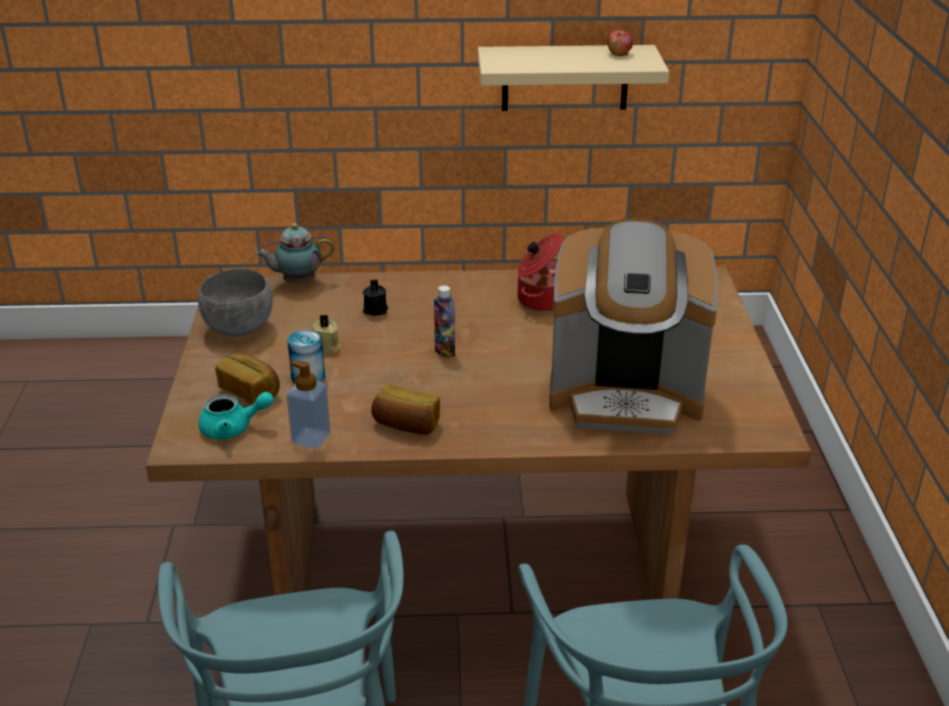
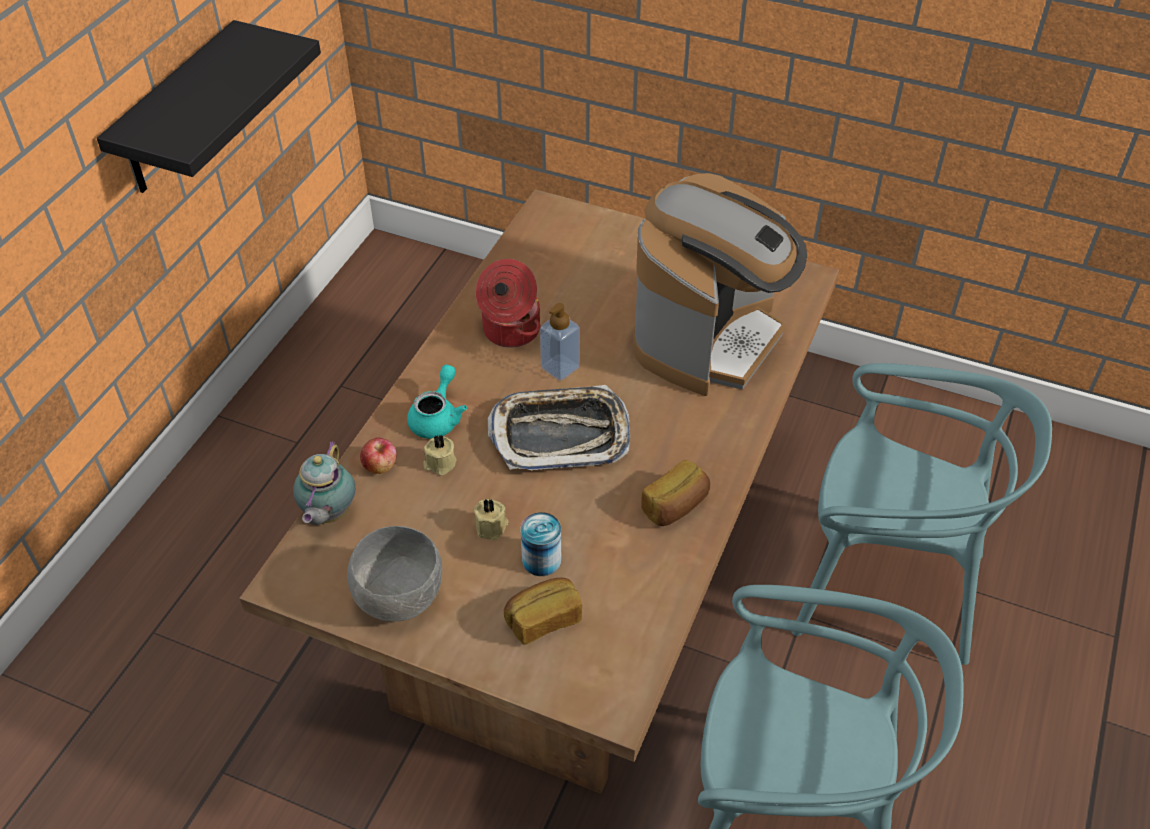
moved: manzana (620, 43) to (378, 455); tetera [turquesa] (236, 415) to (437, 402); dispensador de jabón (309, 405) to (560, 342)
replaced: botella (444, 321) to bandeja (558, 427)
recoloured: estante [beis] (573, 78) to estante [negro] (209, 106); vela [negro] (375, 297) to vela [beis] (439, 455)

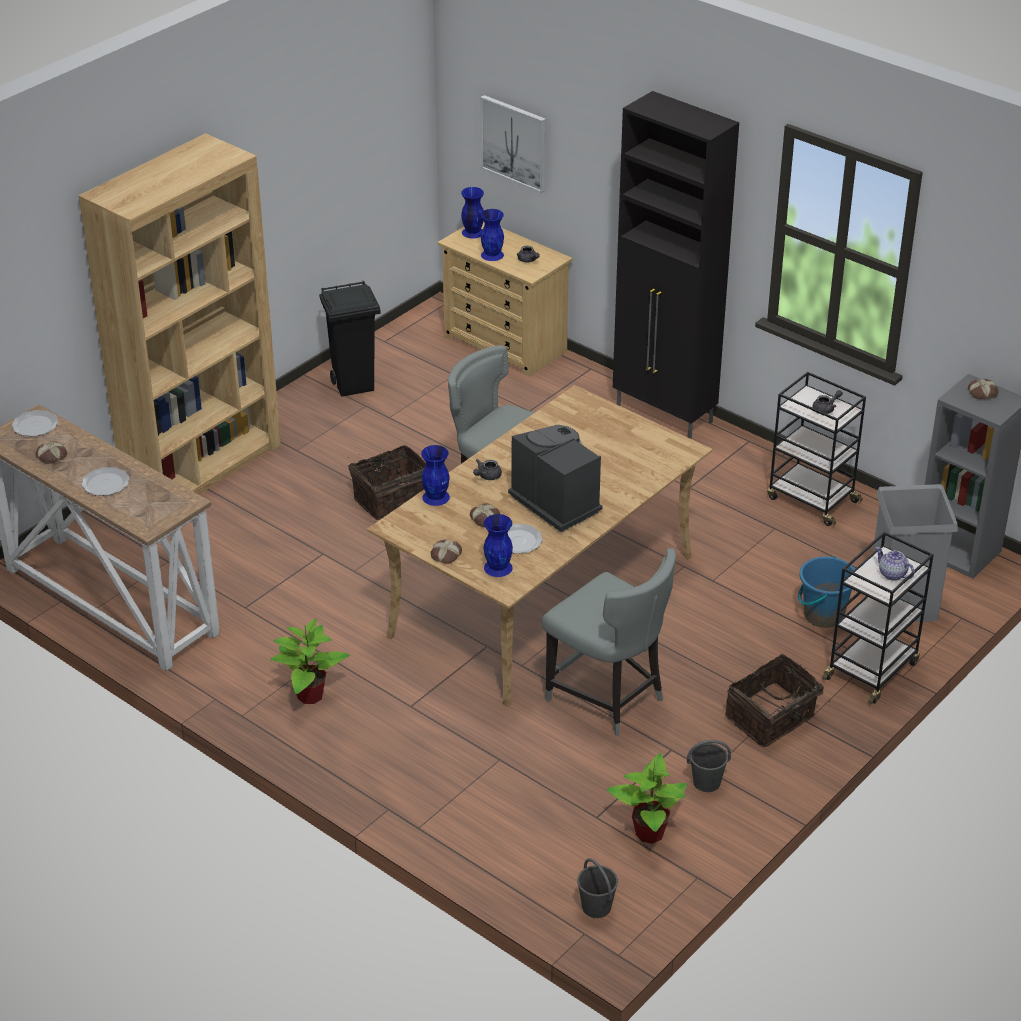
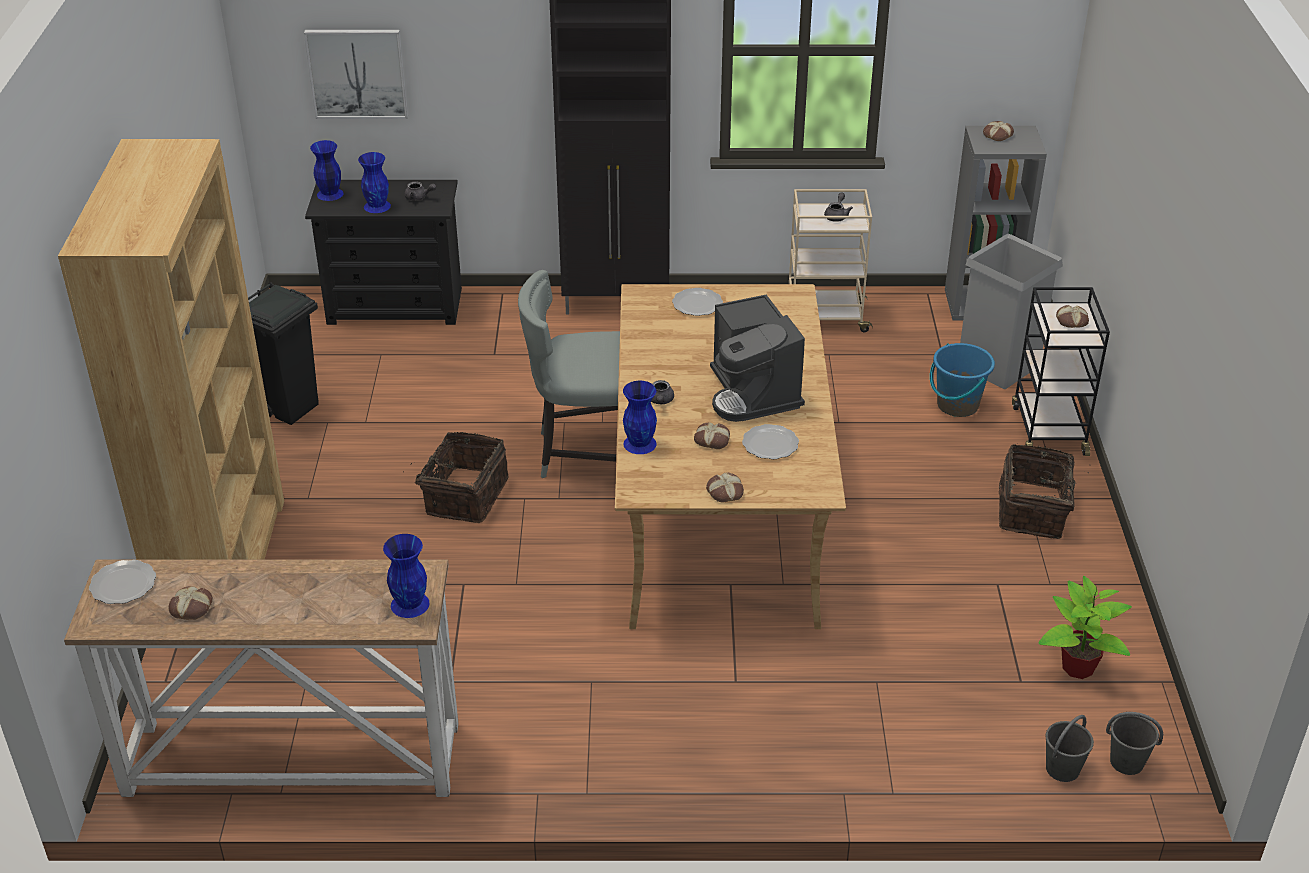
removed: planta en maceta (310, 661); silla [gris] (609, 642)
moved: florero [azul] (498, 545) to (406, 576); plato (105, 481) to (697, 302); cubo [gris] (709, 766) to (1069, 748)
replaced: tetera (895, 563) to pan (1072, 316)
recoloured: cómoda [beis] (505, 299) to cómoda [negro] (383, 252); carrito [negro] (816, 449) to carrito [beis] (831, 260)
turned: cafetera (555, 478) = (757, 358) 120 degrees counterclockwise

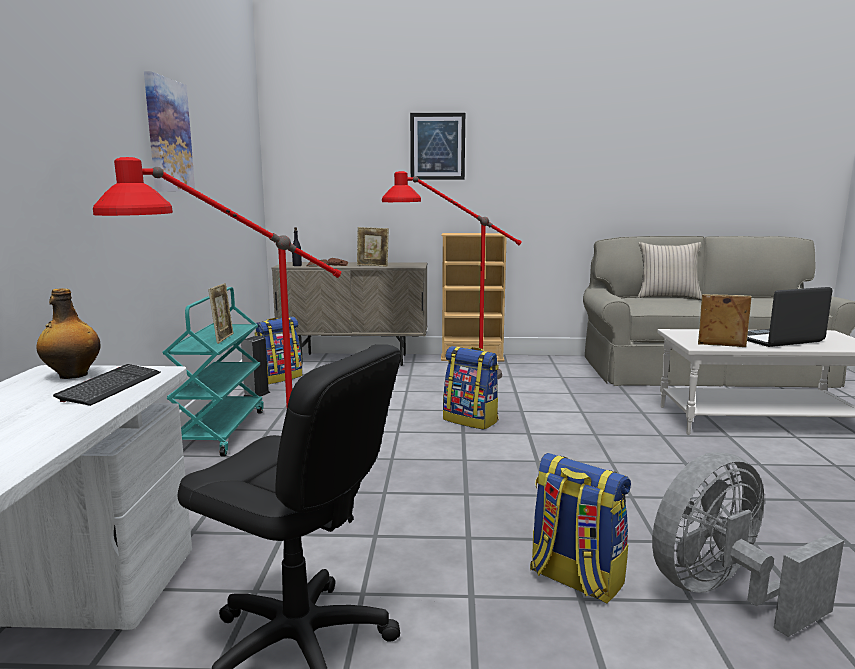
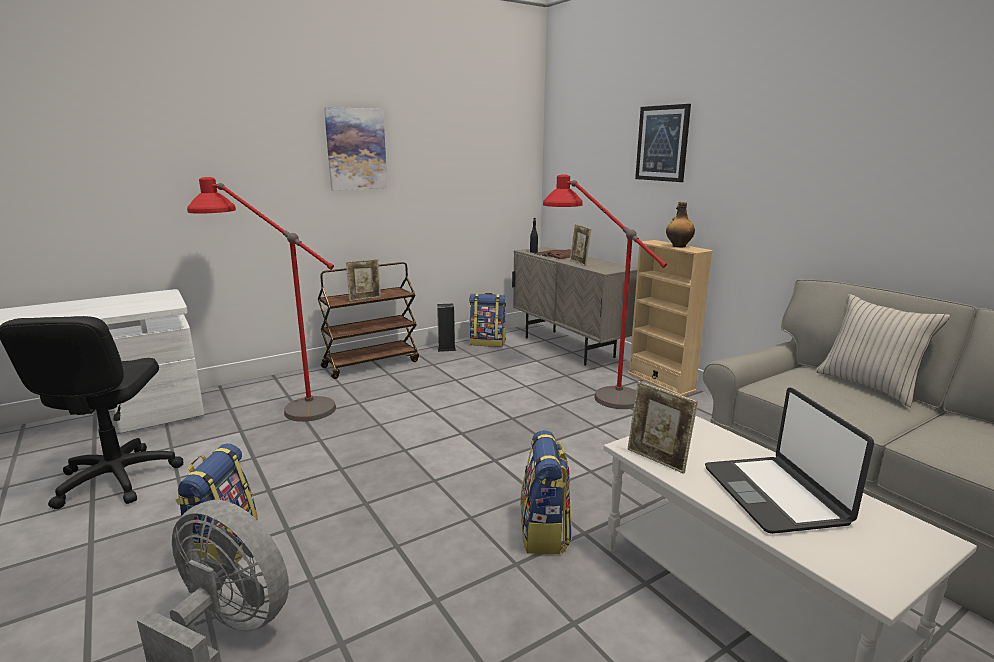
removed: teclado (107, 385)
moved: mochila (471, 388) to (546, 492); botella (68, 333) to (680, 224)
recoloured: carrito [turquesa] (213, 372) to carrito [marrón] (368, 320)
turned: portarretratos (725, 320) = (663, 427) 150 degrees clockwise; portátil (789, 317) = (789, 461) 135 degrees counterclockwise

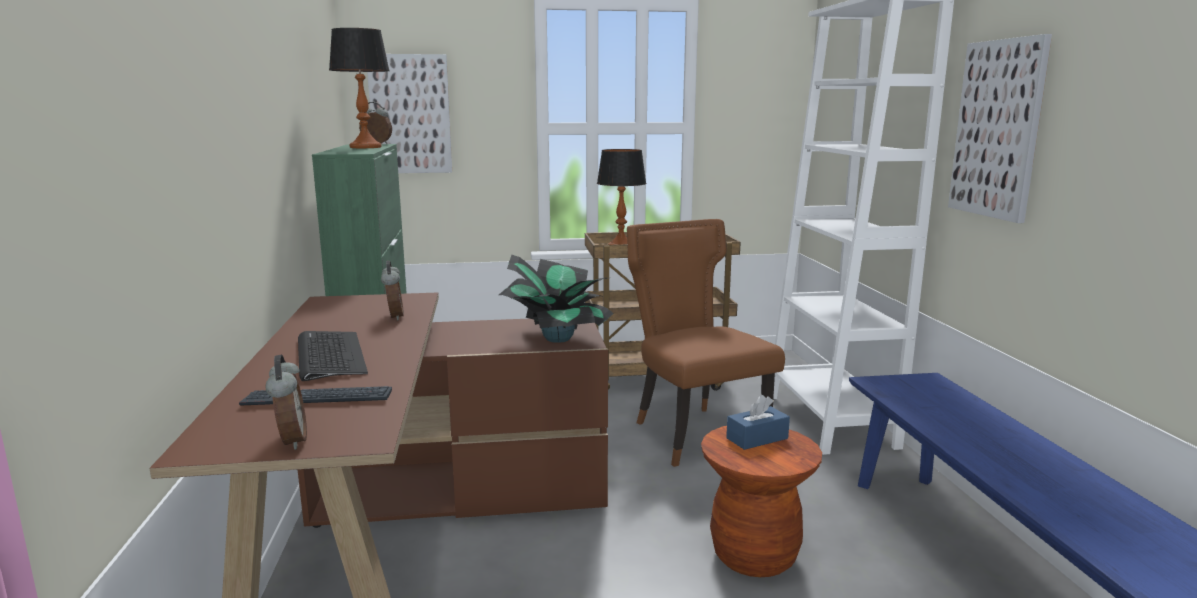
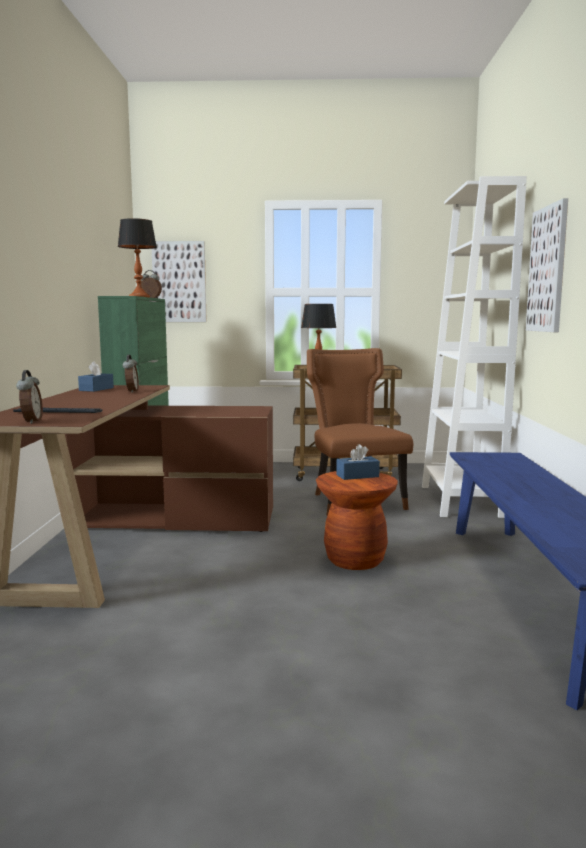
removed: teclado (333, 356); planta en maceta (556, 299)
added: caja de pañuelos [azul] (96, 376)

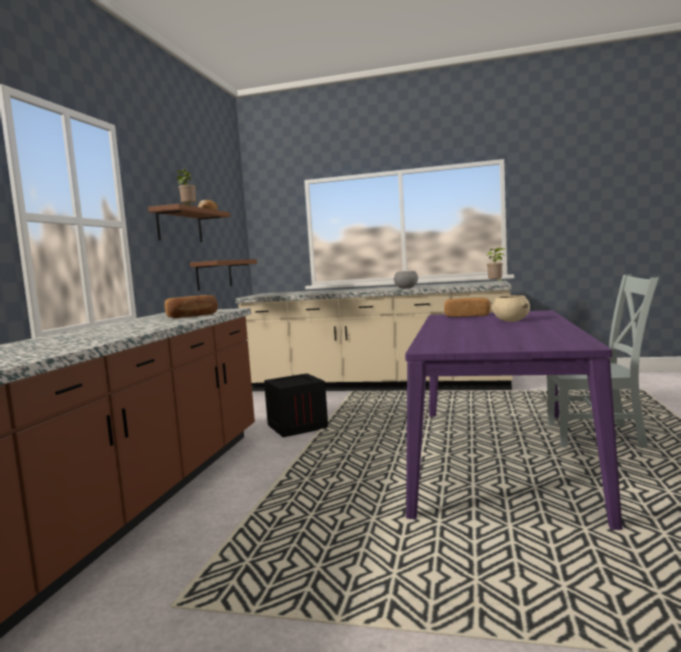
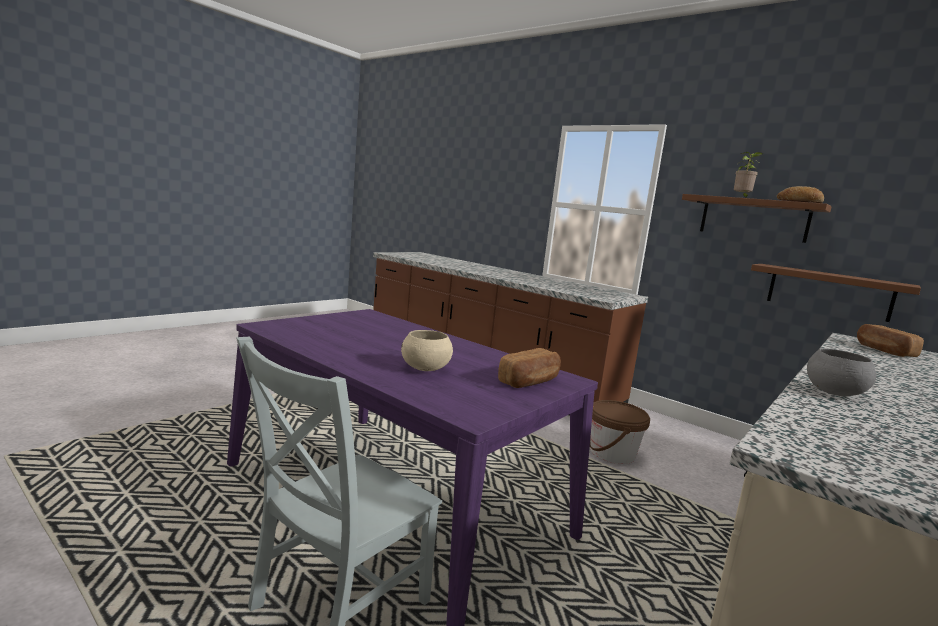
removed: planta en maceta (496, 265)
moved: pan (191, 306) to (890, 340)
replaced: caja de embalaje (296, 405) to cubo [marrón] (620, 432)

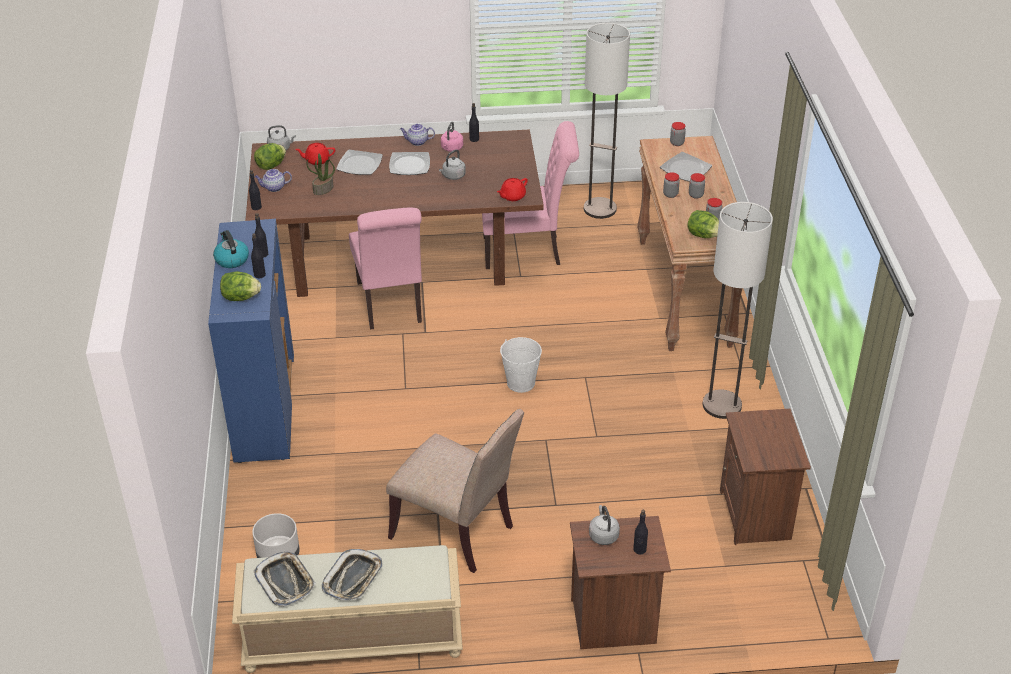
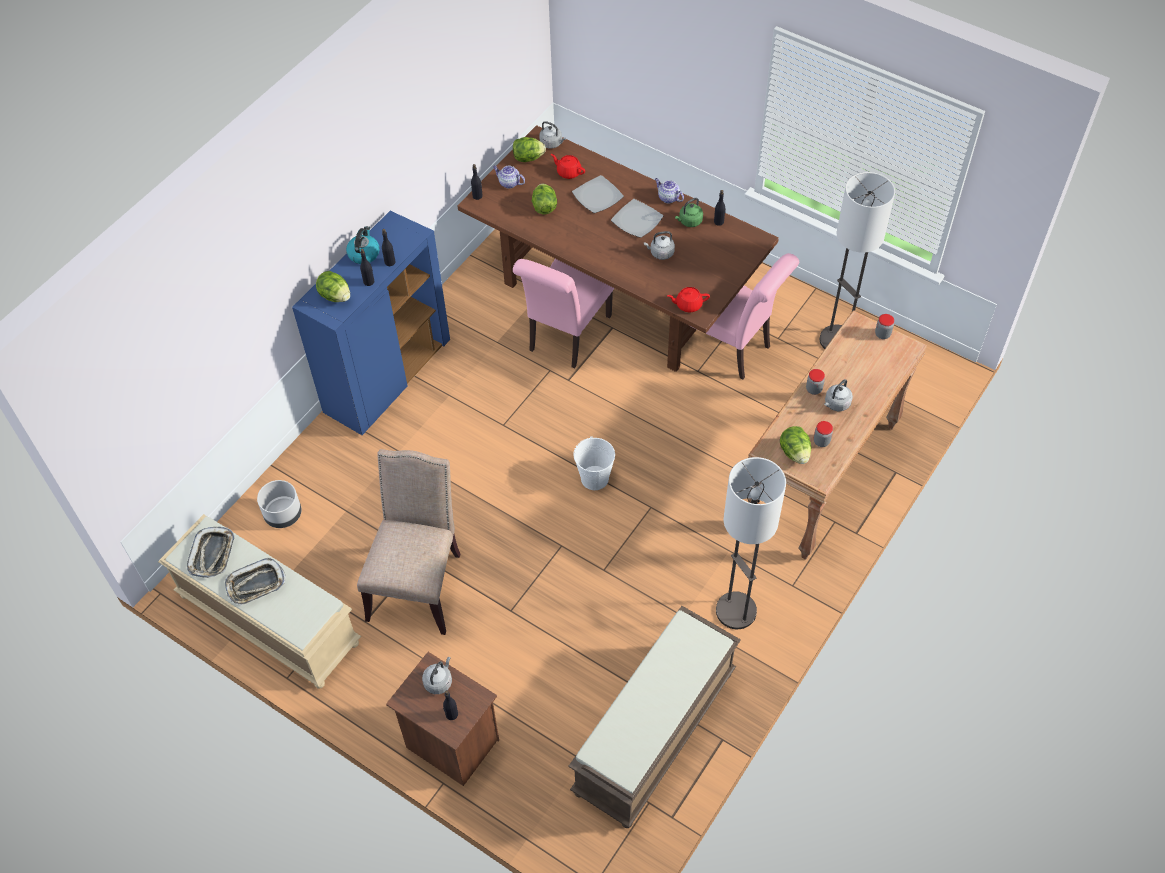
removed: plato (686, 167)
replaced: planta en maceta (320, 174) to lechuga (544, 199); mesita de noche [marrón] (765, 477) to banco [marrón] (654, 717); tarro (697, 186) to hervidor [gris] (838, 395)
recoloured: hervidor [rosa] (452, 137) to hervidor [verde] (689, 212)
turned: silla [beis] (455, 491) = (409, 542) 150 degrees counterclockwise

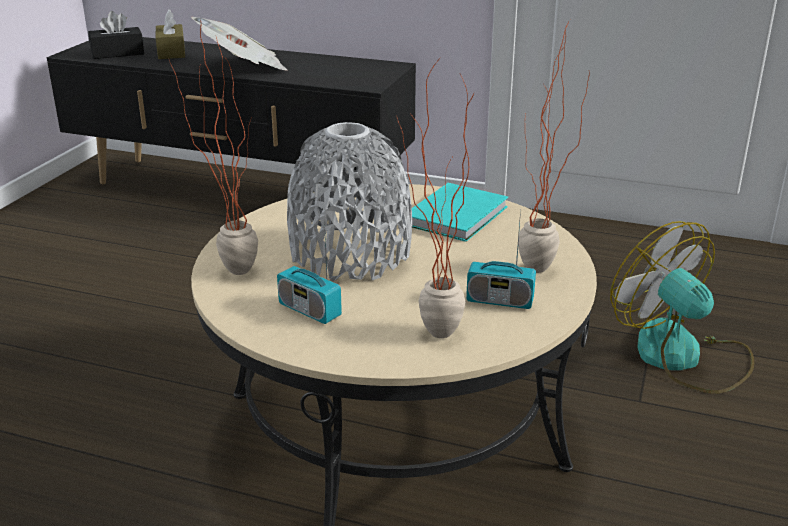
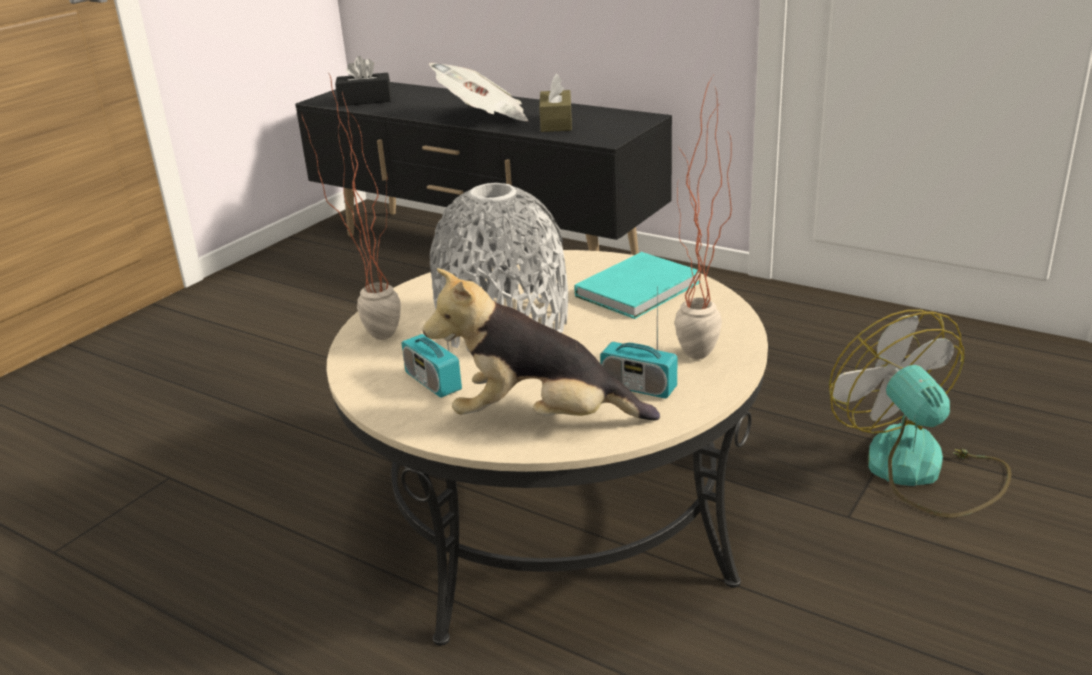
moved: caja de pañuelos [marrón] (170, 34) to (555, 102)
replaced: planta en maceta (435, 199) to peluche (541, 344)

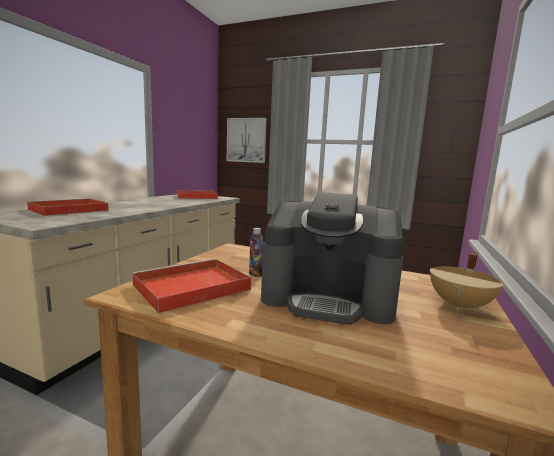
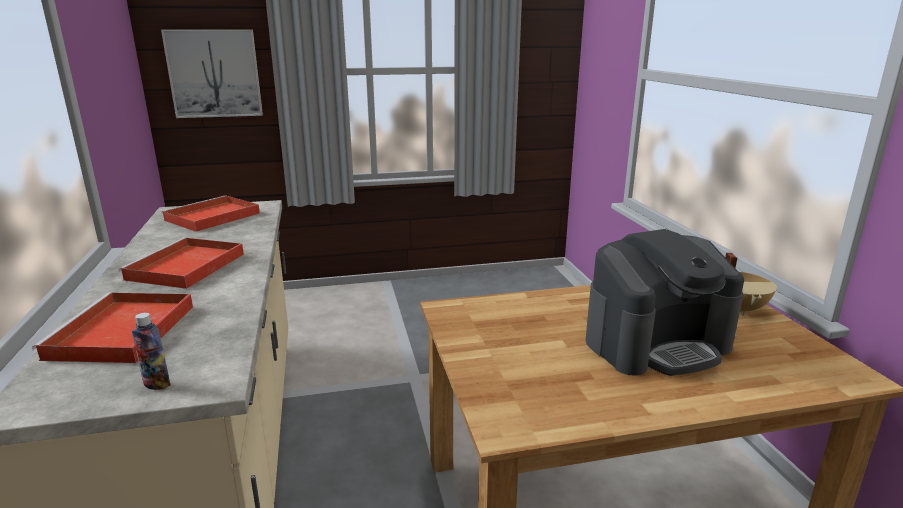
moved: bandeja [rojo] (191, 286) to (181, 263); botella (256, 252) to (151, 351)

